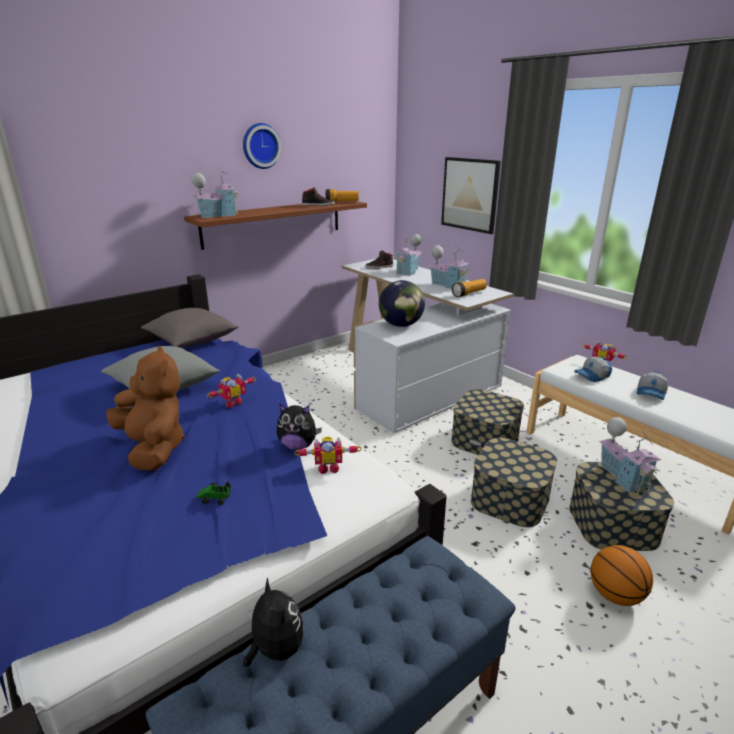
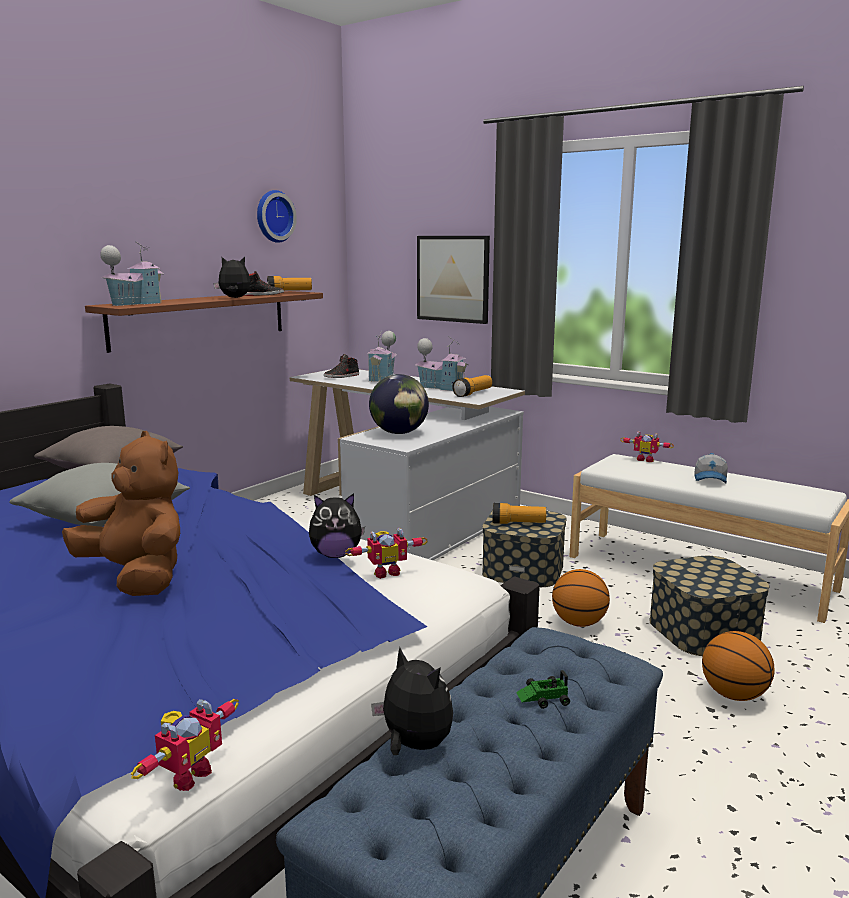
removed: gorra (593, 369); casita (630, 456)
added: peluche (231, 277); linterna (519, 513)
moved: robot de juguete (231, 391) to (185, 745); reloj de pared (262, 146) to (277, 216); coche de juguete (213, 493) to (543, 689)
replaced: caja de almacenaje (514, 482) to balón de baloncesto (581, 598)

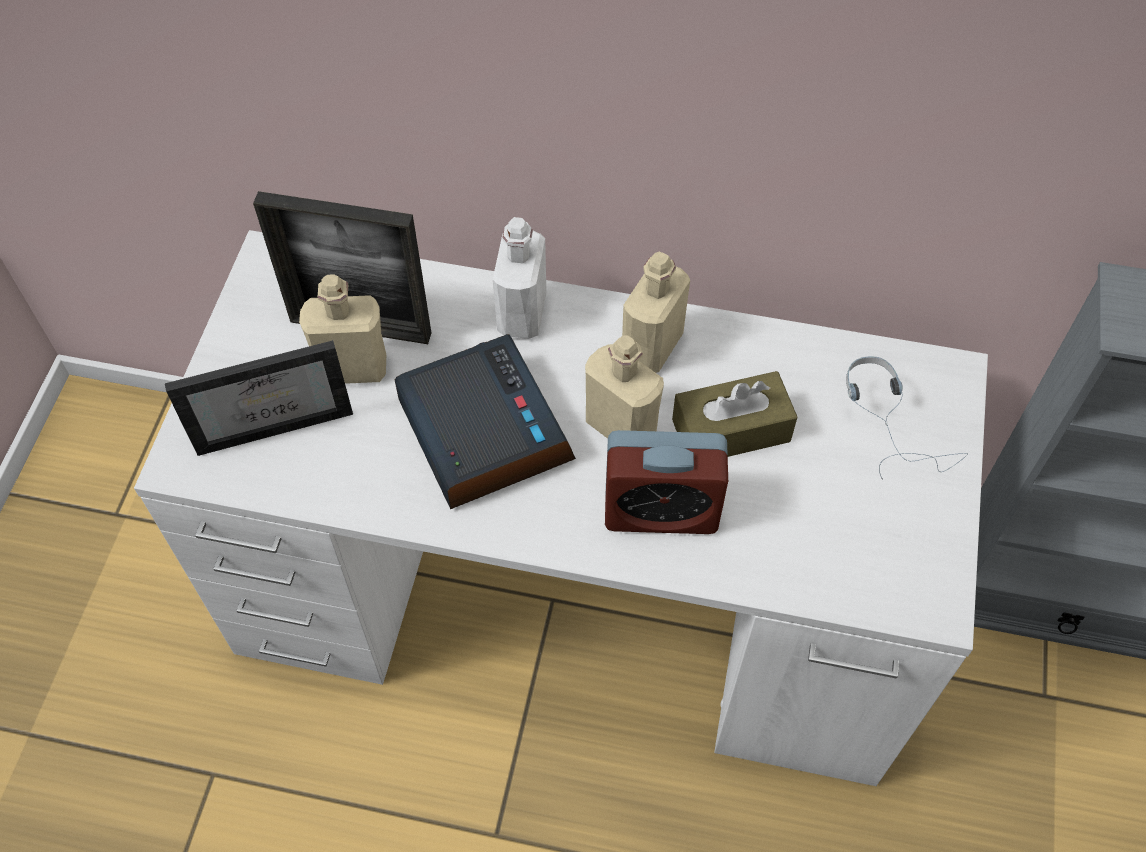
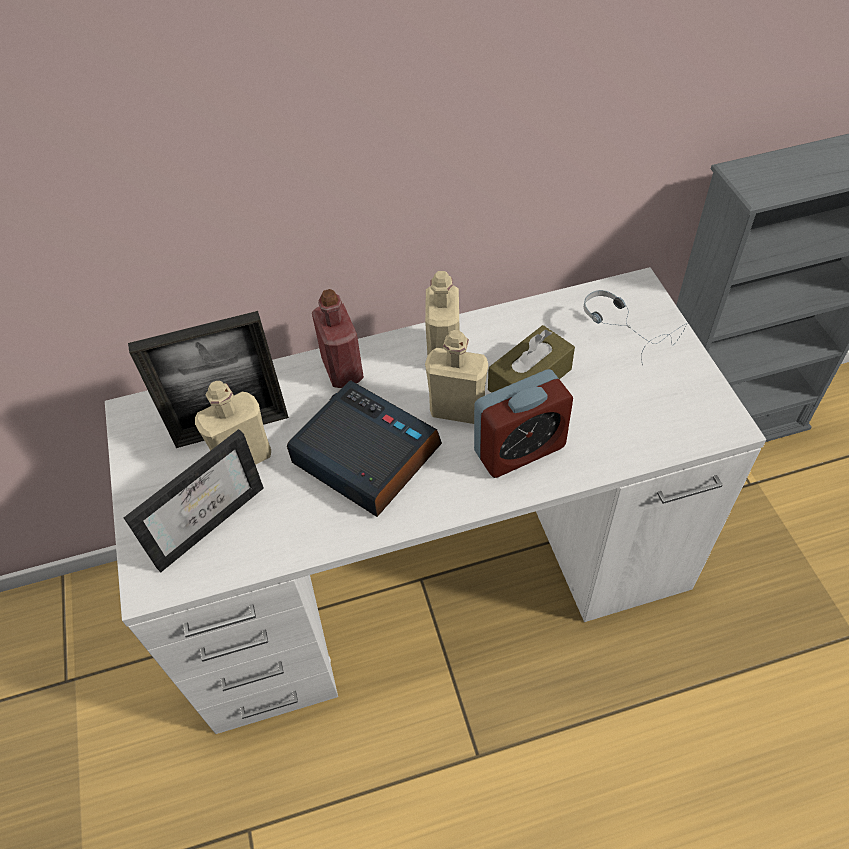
recoloured: botella [blanco] (520, 278) to botella [rojo] (338, 338)

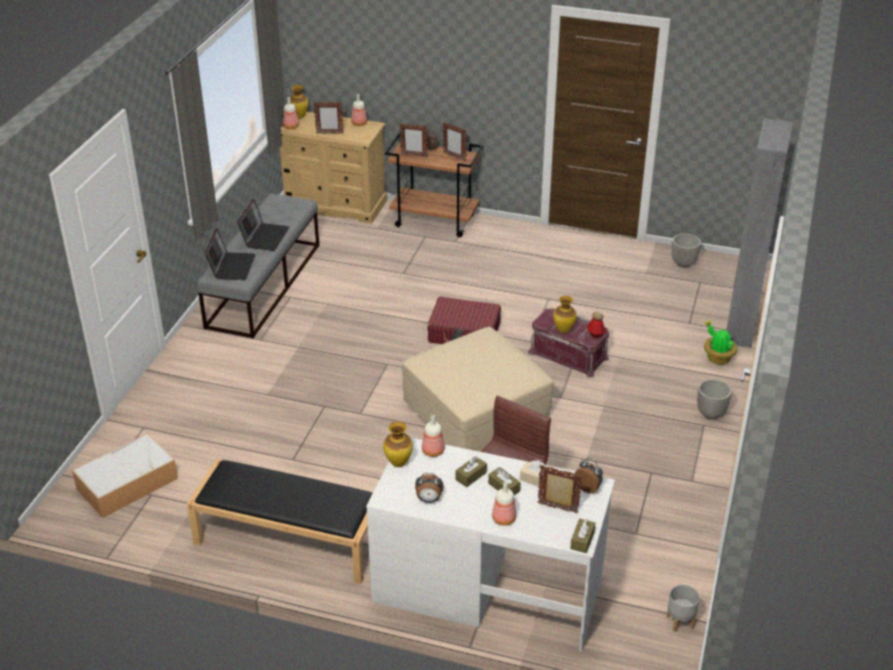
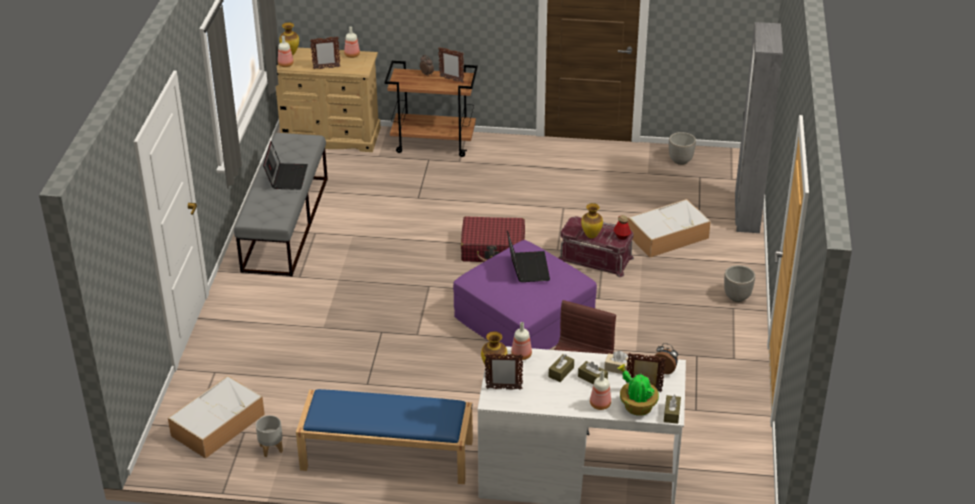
removed: despertador (429, 488)
added: caja de almacenaje (669, 228)
moved: maceta [gris] (683, 608) to (269, 436); portarretratos (413, 140) to (503, 371); portátil (230, 254) to (528, 256); planta en maceta (720, 343) to (638, 390)
recoloured: banco [negro] (280, 521) to banco [azul] (384, 436); puf [beis] (477, 389) to puf [morado] (525, 295)

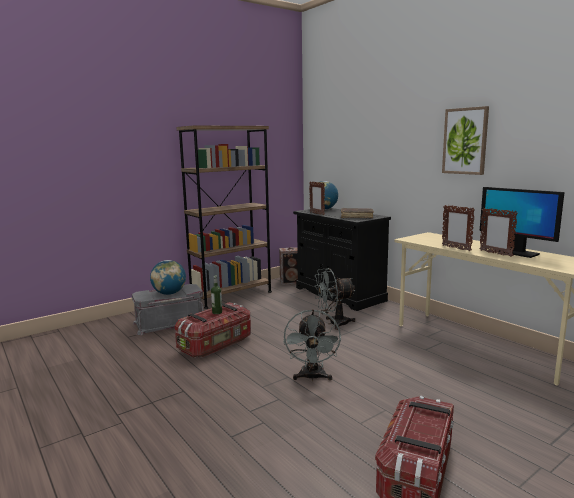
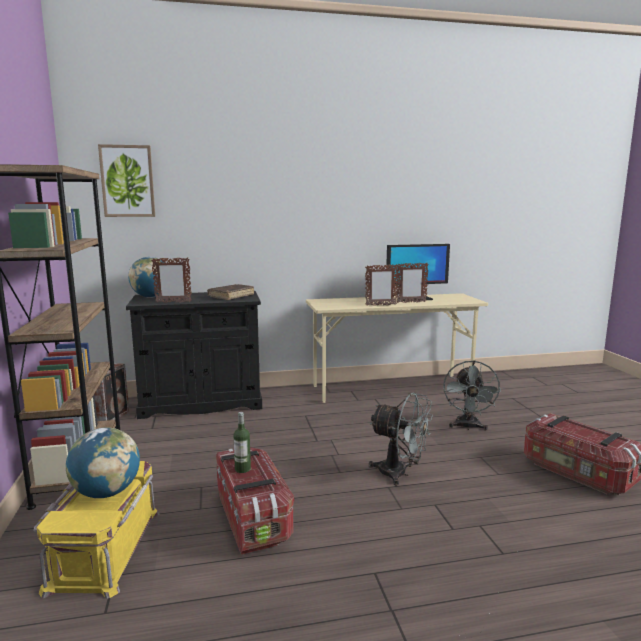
moved: cuadro (465, 140) to (126, 180); ventilador [gris] (335, 299) to (472, 395)
recoloured: caja de almacenaje [gris] (167, 309) to caja de almacenaje [amarillo] (97, 530)

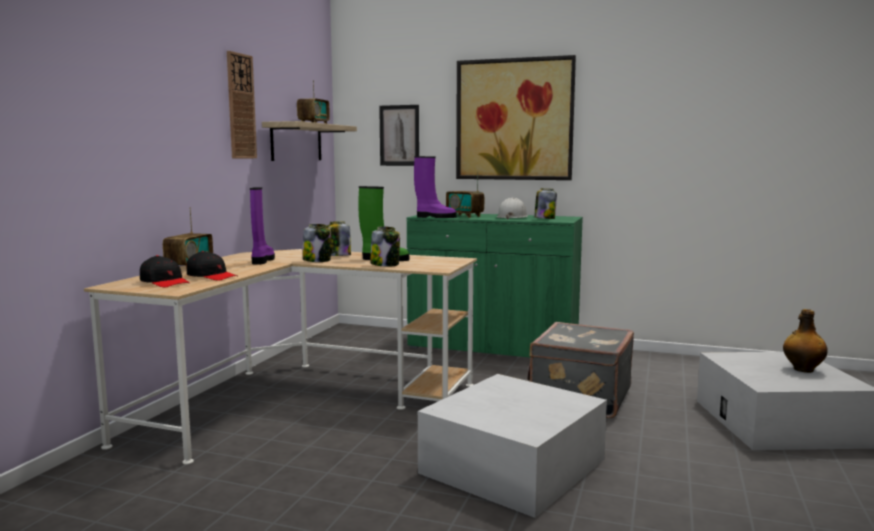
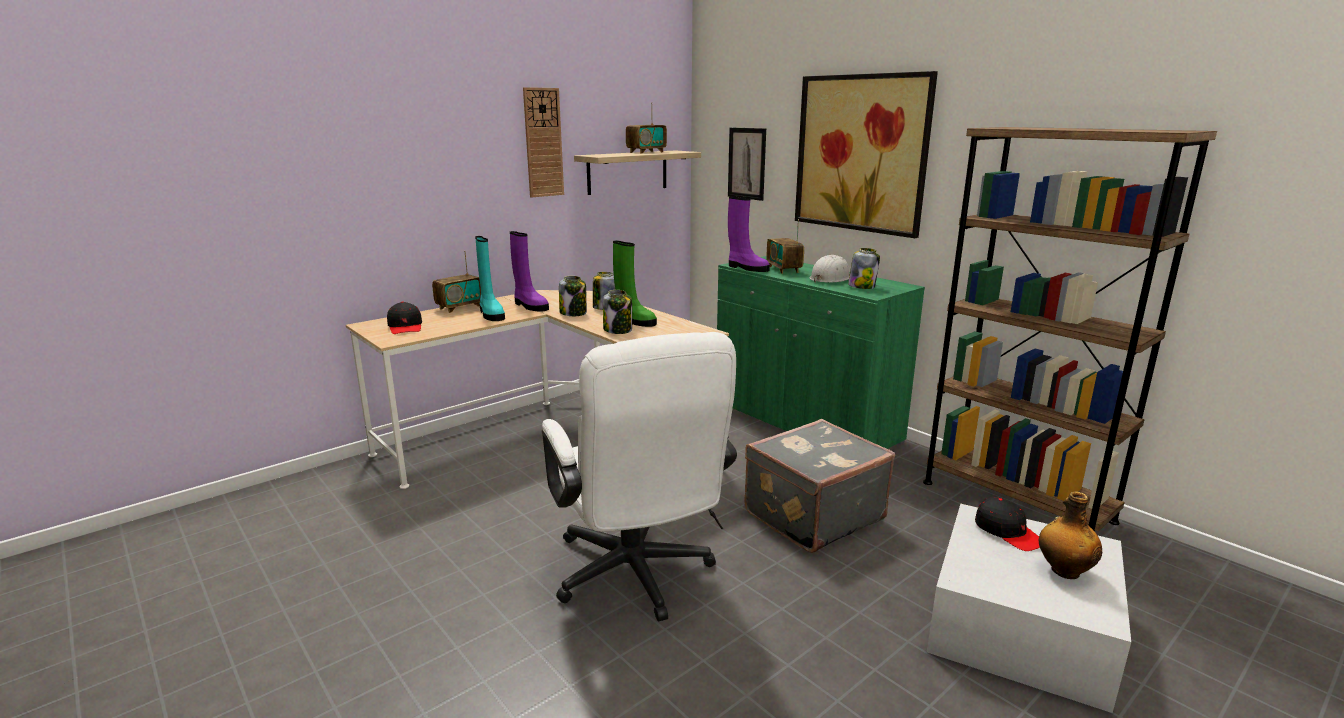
added: bota [turquesa] (490, 278); estantería [marrón] (1070, 329)
moved: gorra [negro] (212, 266) to (1007, 524)
replaced: caja de almacenaje [blanco] (512, 446) to silla de oficina [blanco] (639, 477)
turned: bota [morado] (262, 226) = (529, 271) 105 degrees clockwise

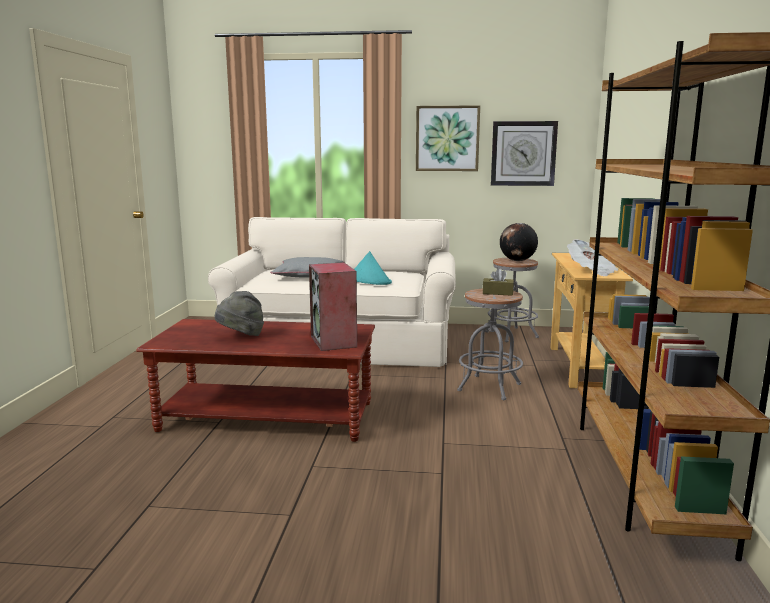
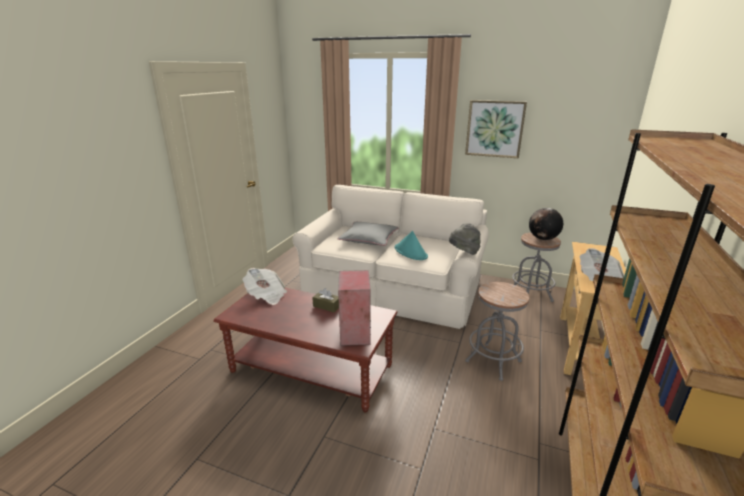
removed: reloj de pared (524, 153)
added: periódico (265, 286)
moved: caja de pañuelos [marrón] (498, 282) to (325, 300); sombrero [gris] (239, 313) to (464, 239)

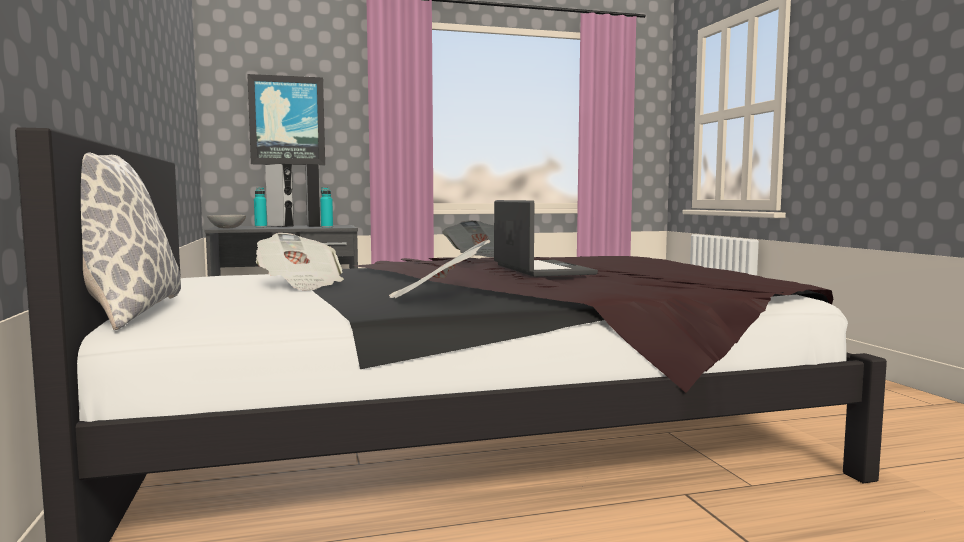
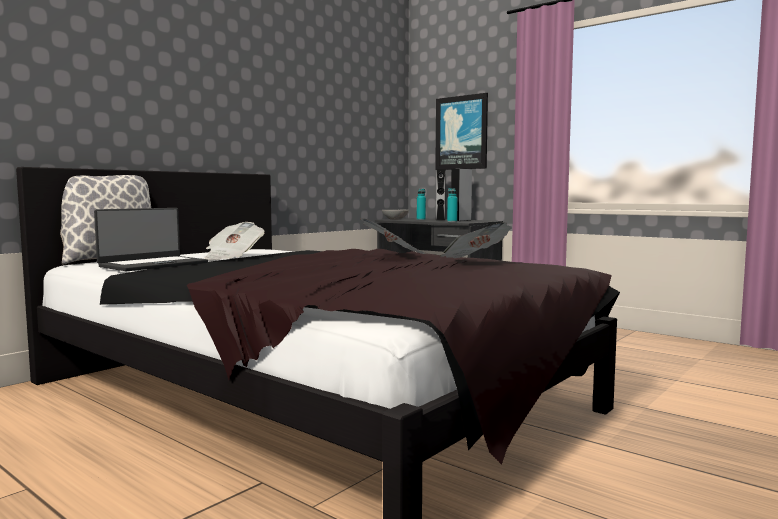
moved: portátil (546, 238) to (151, 239); periódico (439, 269) to (476, 240)

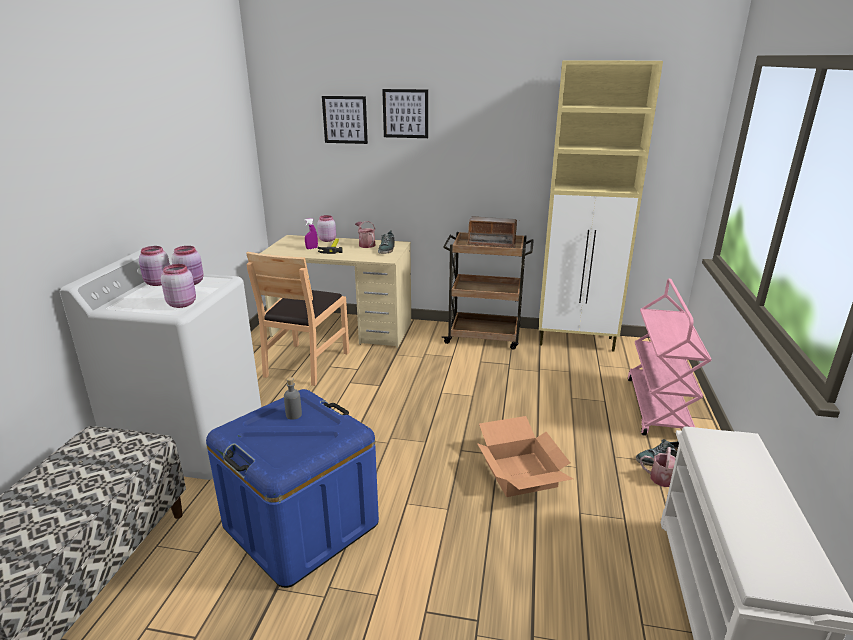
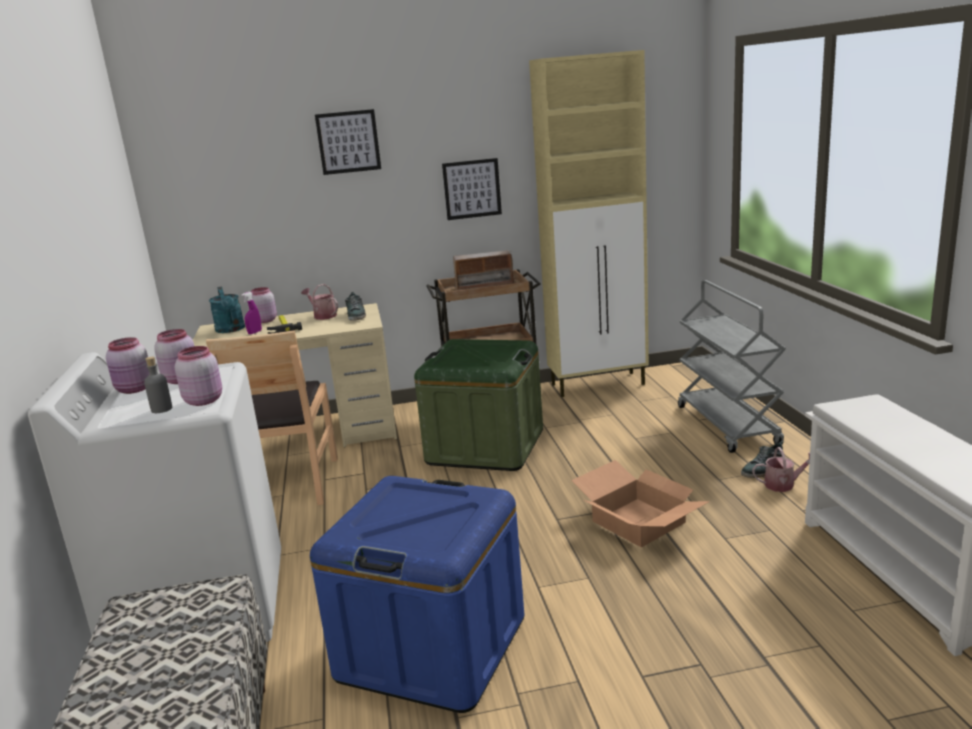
added: regadera [turquesa] (227, 309); caja de almacenaje [verde] (478, 405)
moved: botella [gris] (293, 398) to (158, 385); cuadro (345, 120) to (472, 189)
recoloured: carrito [rosa] (670, 357) to carrito [gris] (732, 366)

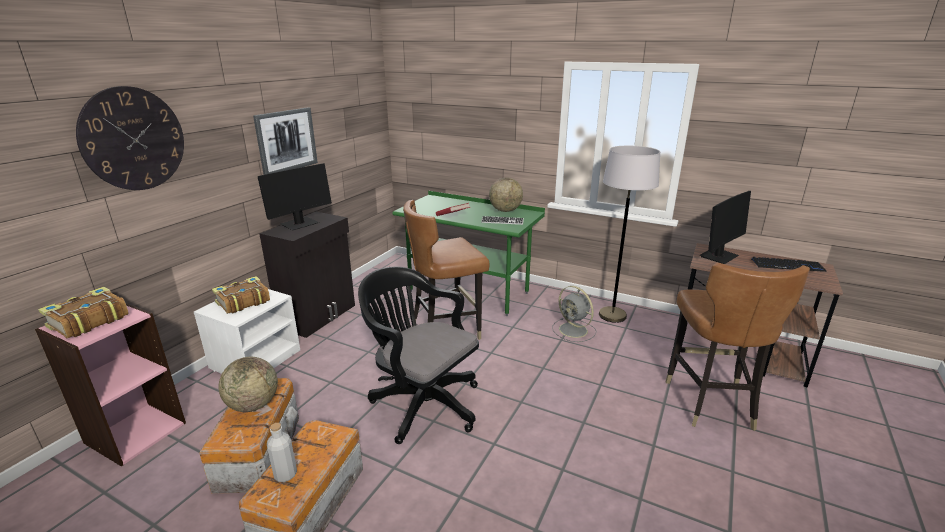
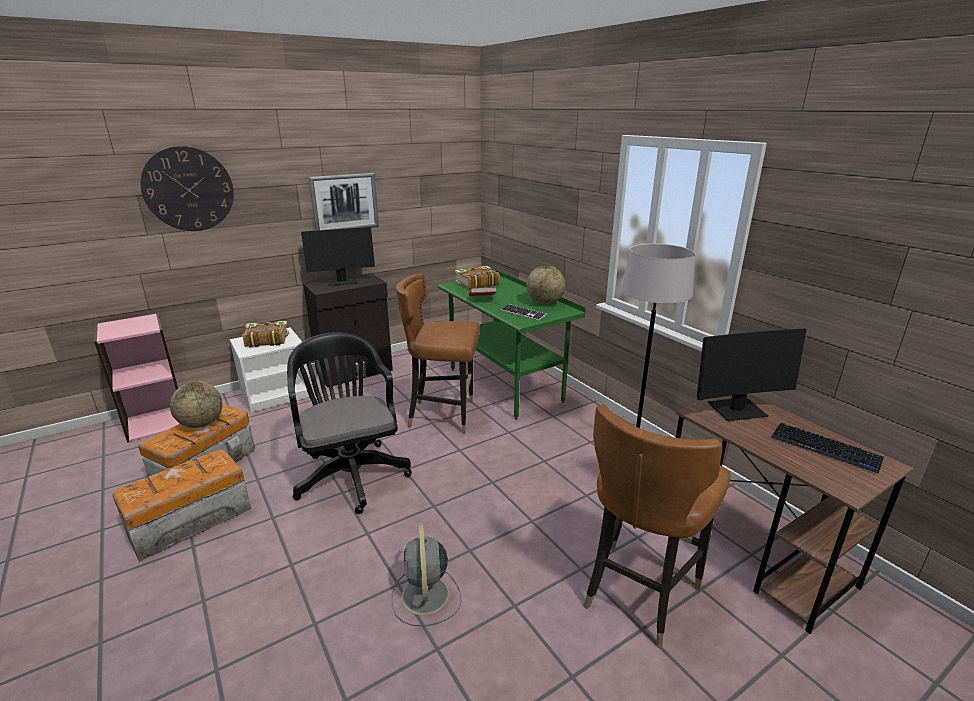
removed: botella [gris] (282, 452)
moved: ventilador [gris] (574, 314) to (427, 574); libro (83, 312) to (477, 277)

